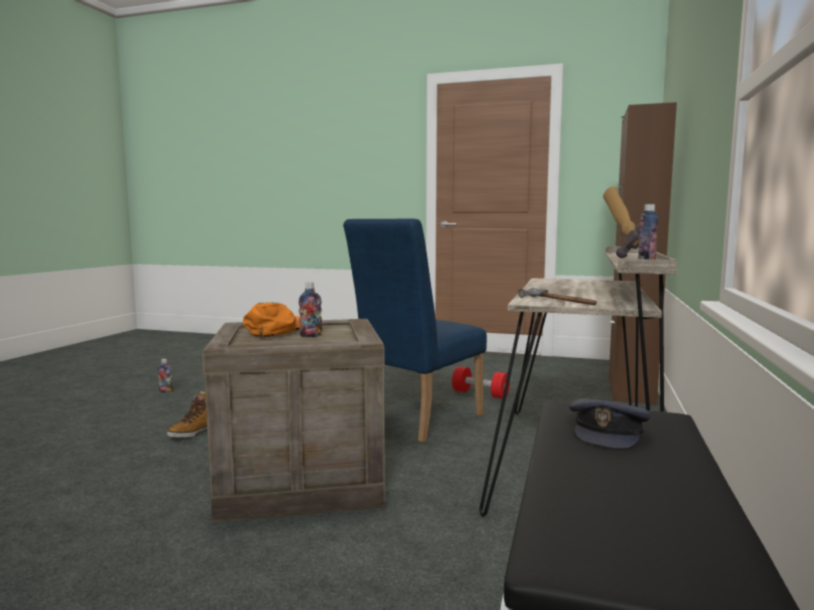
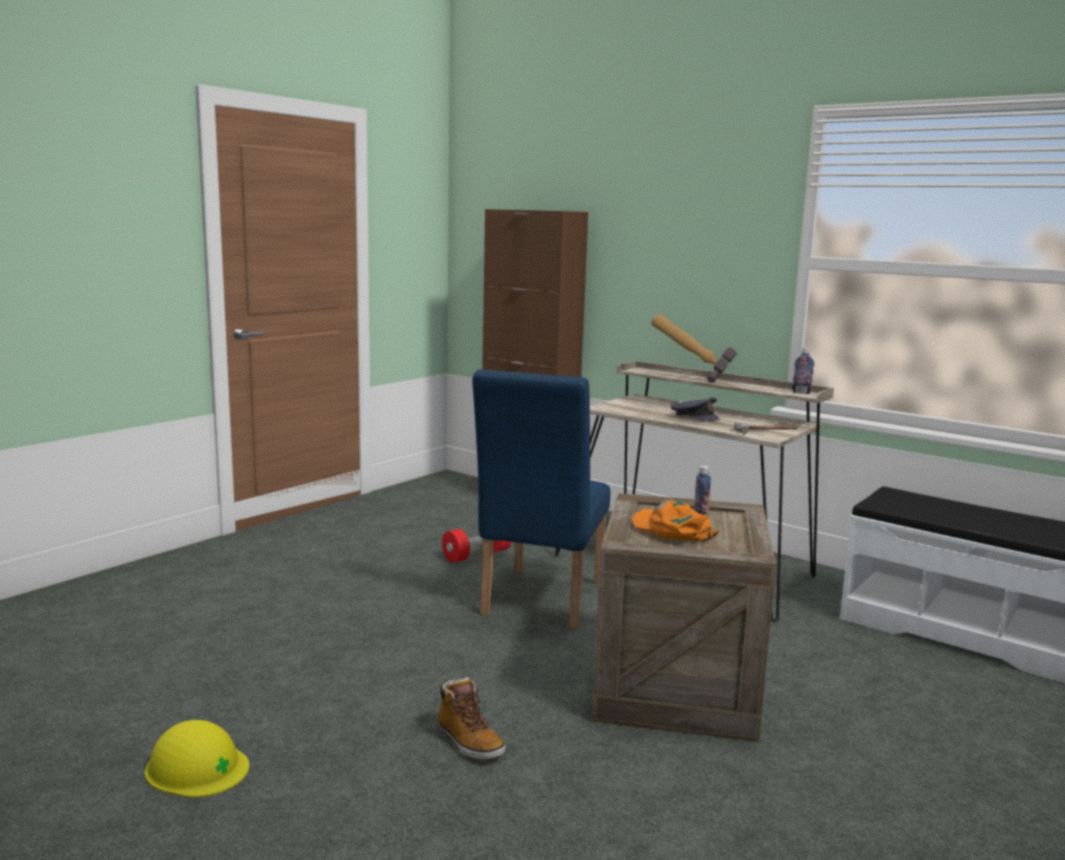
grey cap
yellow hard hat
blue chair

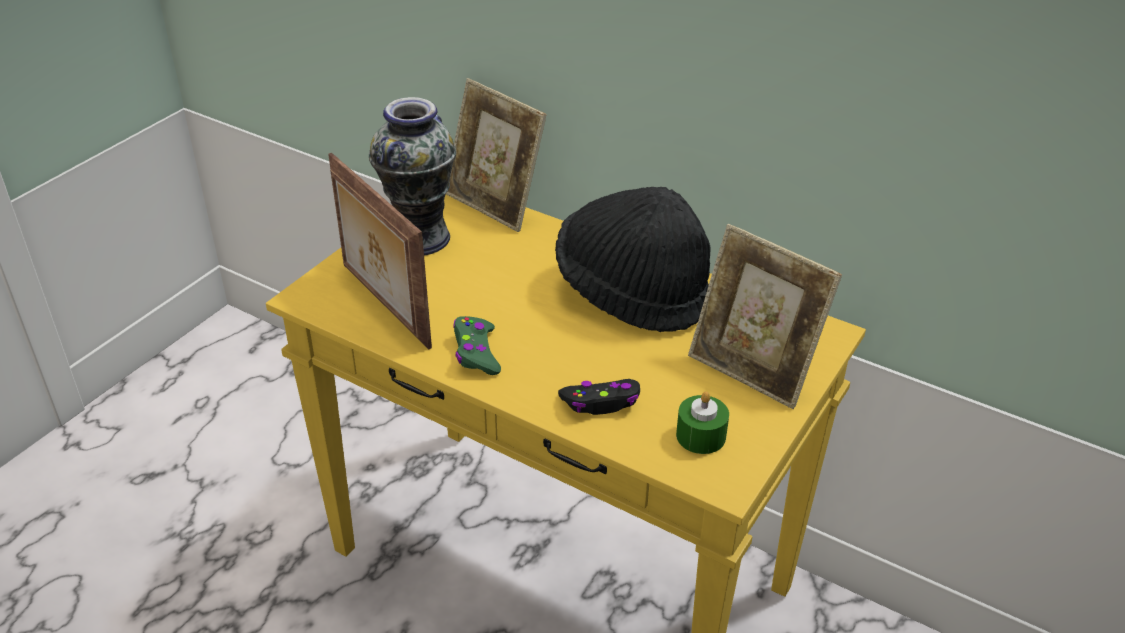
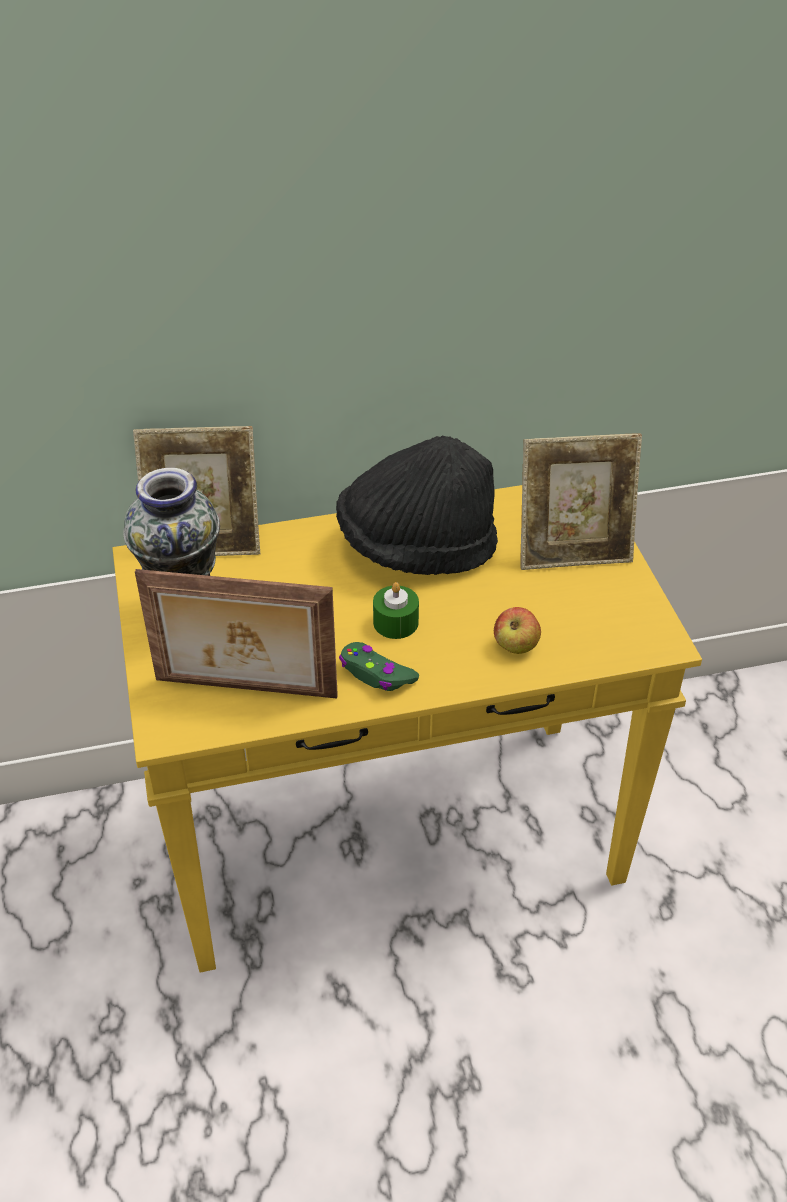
green candle
apple

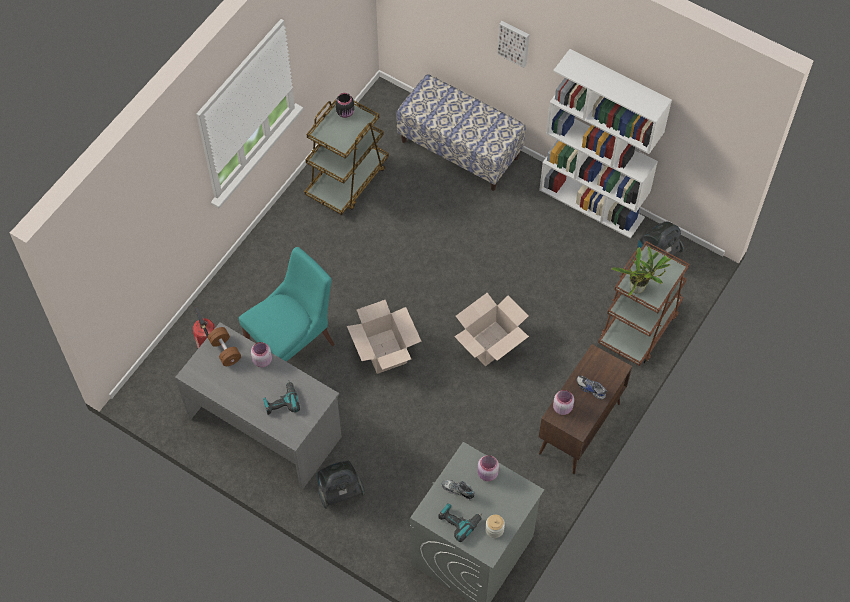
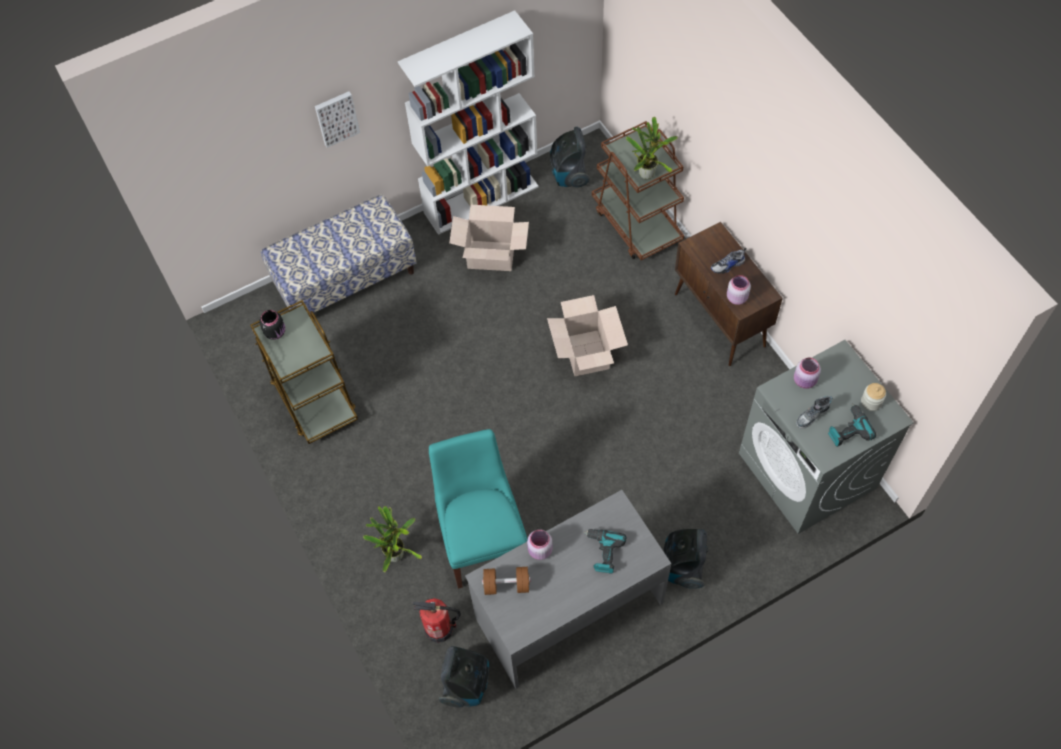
potted plant (no. 1 from left)
vacuum cleaner (no. 1 from left)
cardboard box (no. 1 from left)

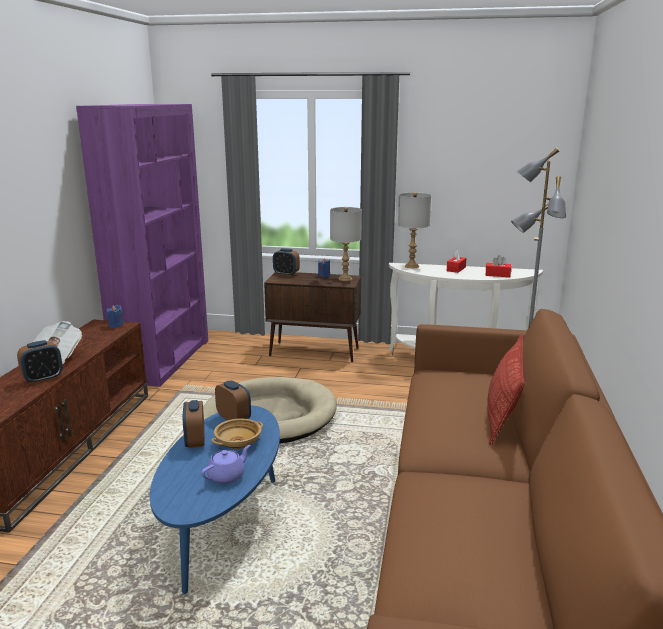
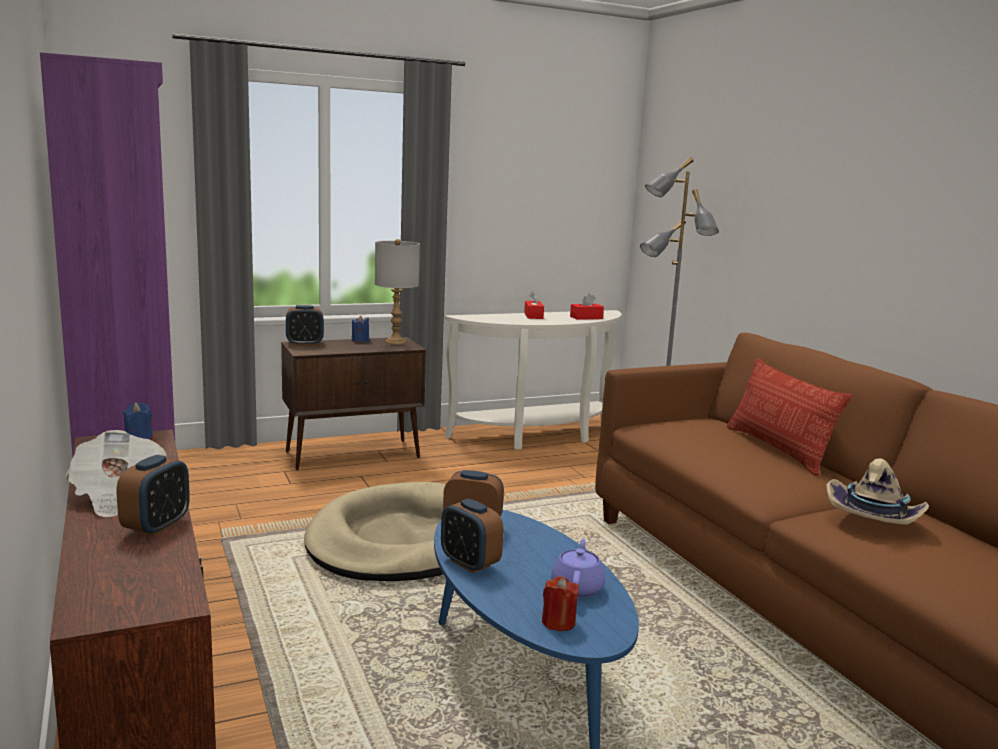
beige bowl
grey table lamp (no. 2 from left in the first image)
red candle
beige hat

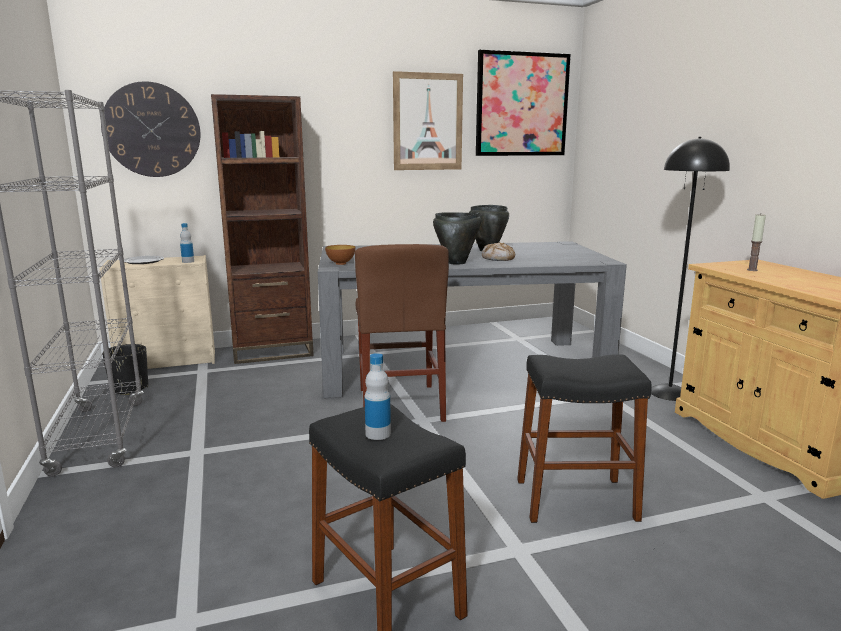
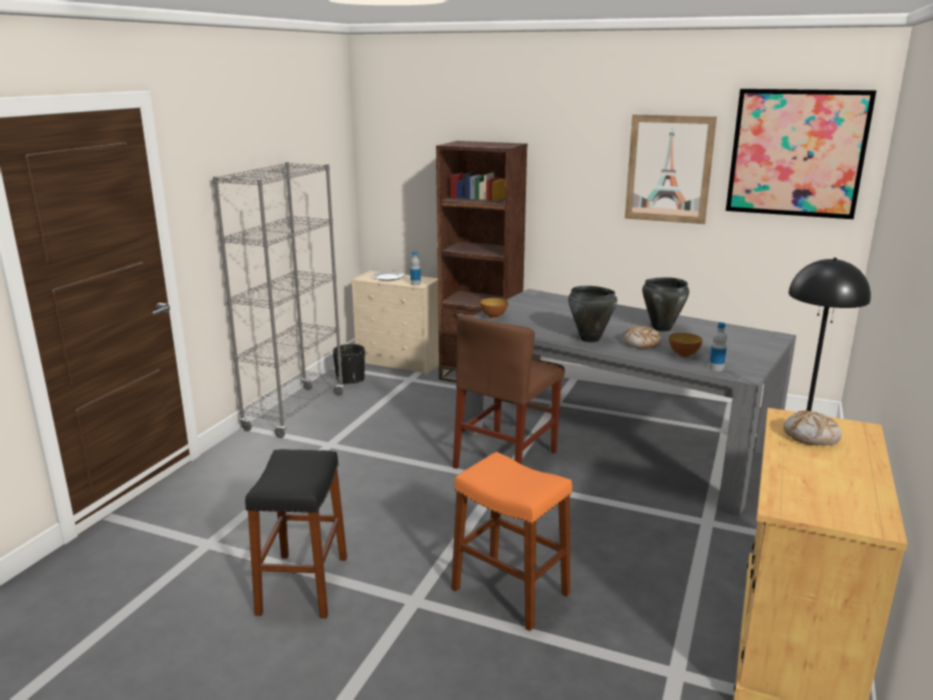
wall clock
bowl (no. 2 from left)
bottle (no. 2 from left)
bread (no. 2 from left)
orange stool

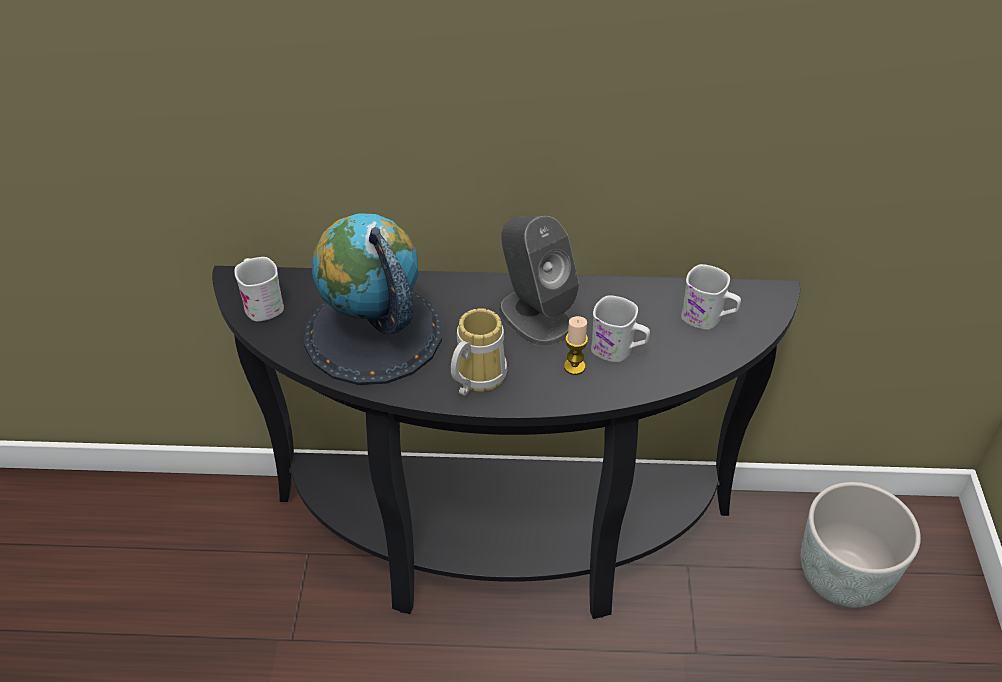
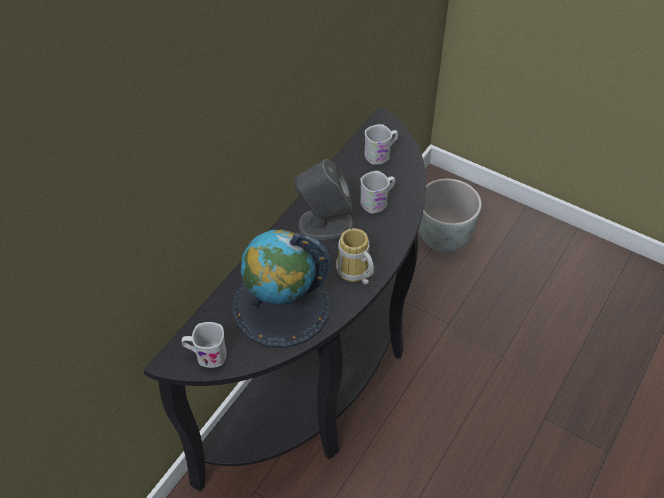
candle

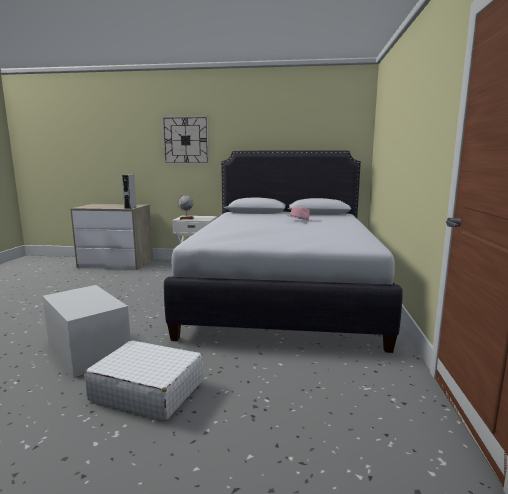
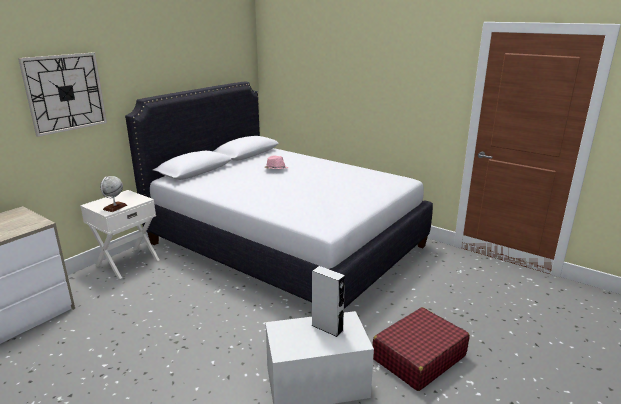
grey speaker
red suitcase

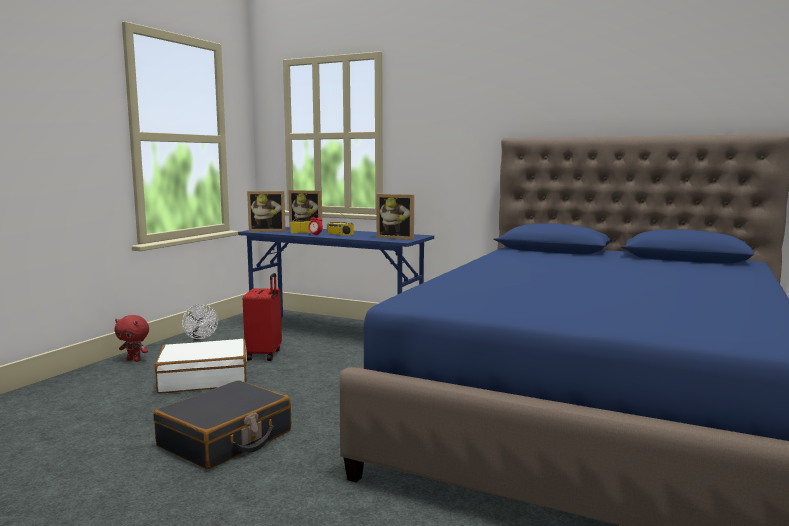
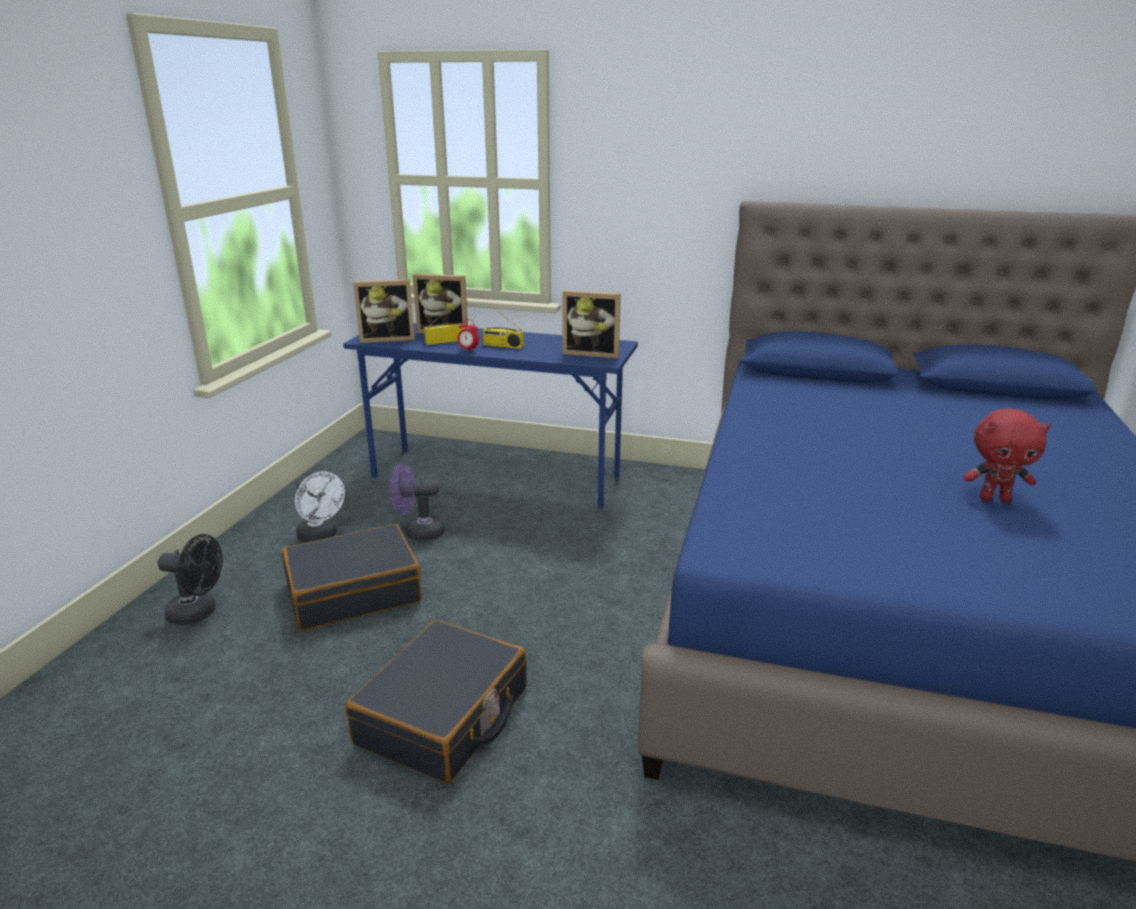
black fan
red plush toy
purple fan
black suitcase (no. 1 from left)

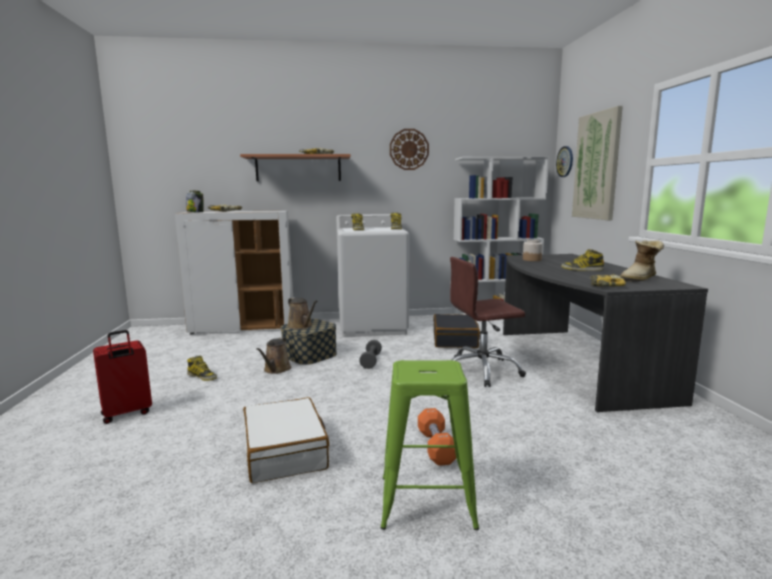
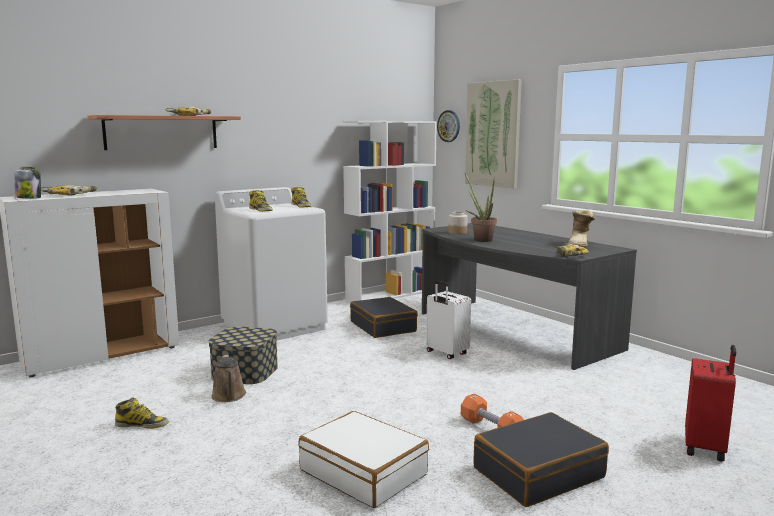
brown watering can (no. 2 from left in the first image)
grey dumbbell
wall clock (no. 1 from left in the first image)
boot (no. 4 from left in the first image)
potted plant
red suitcase
black suitcase (no. 2 from left)
white suitcase (no. 2 from left)

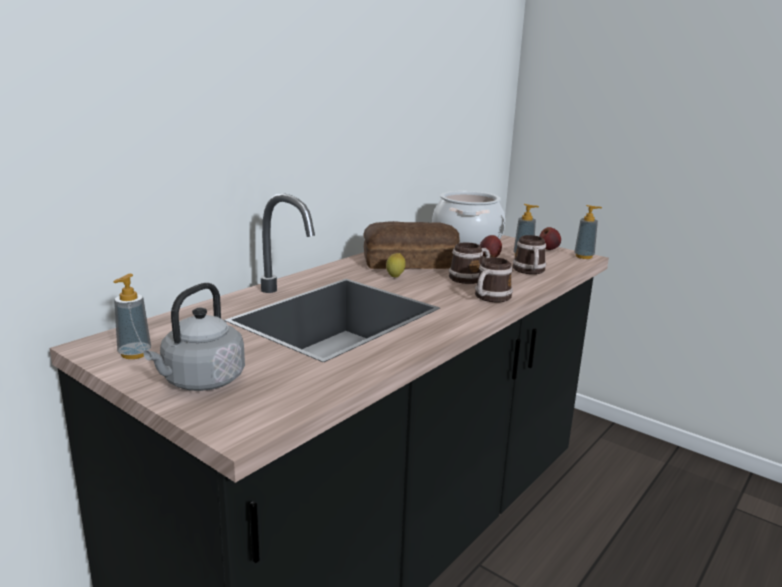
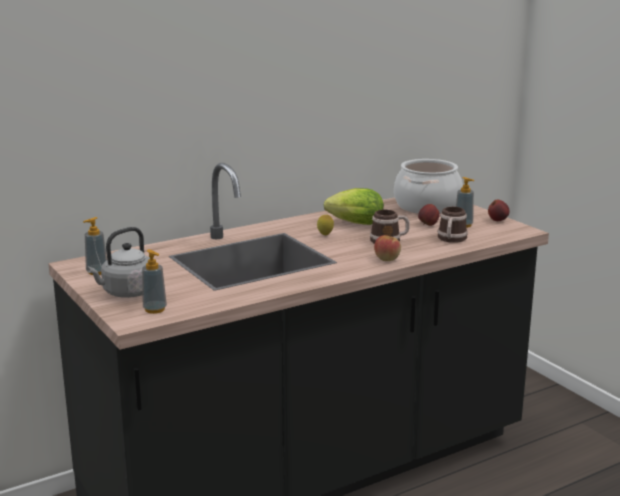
soap dispenser (no. 2 from left)
lettuce
apple (no. 1 from left)

